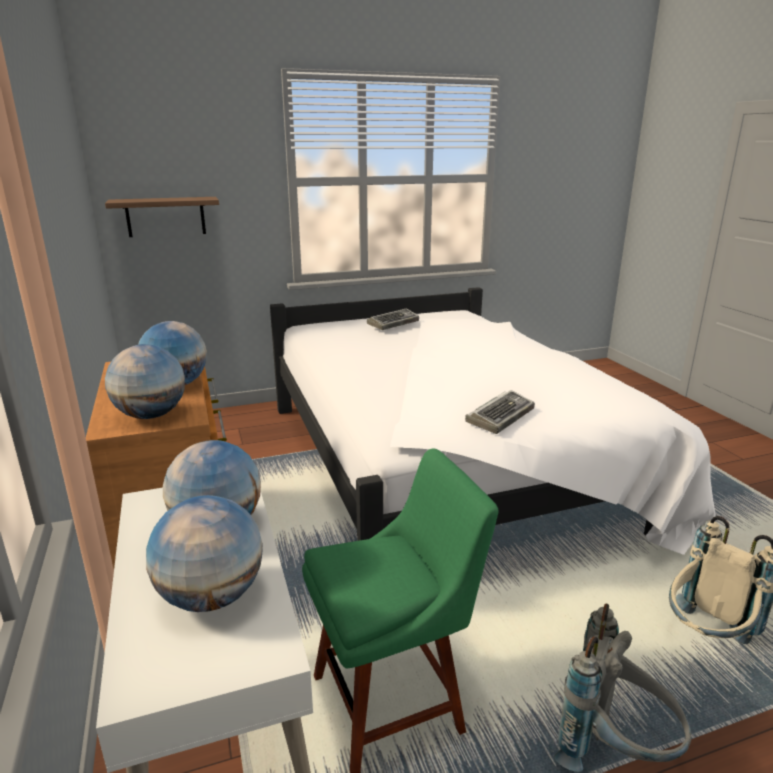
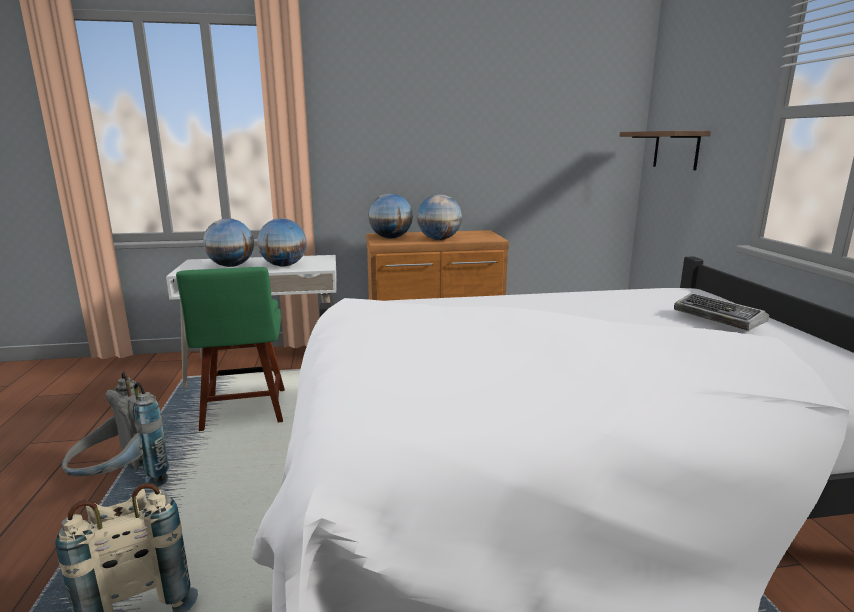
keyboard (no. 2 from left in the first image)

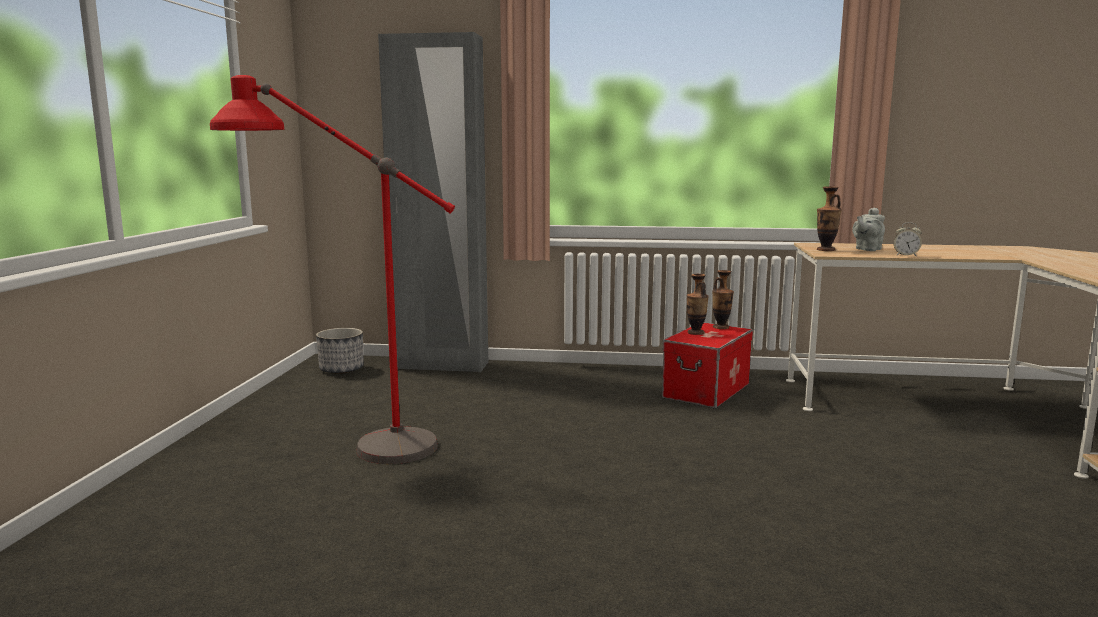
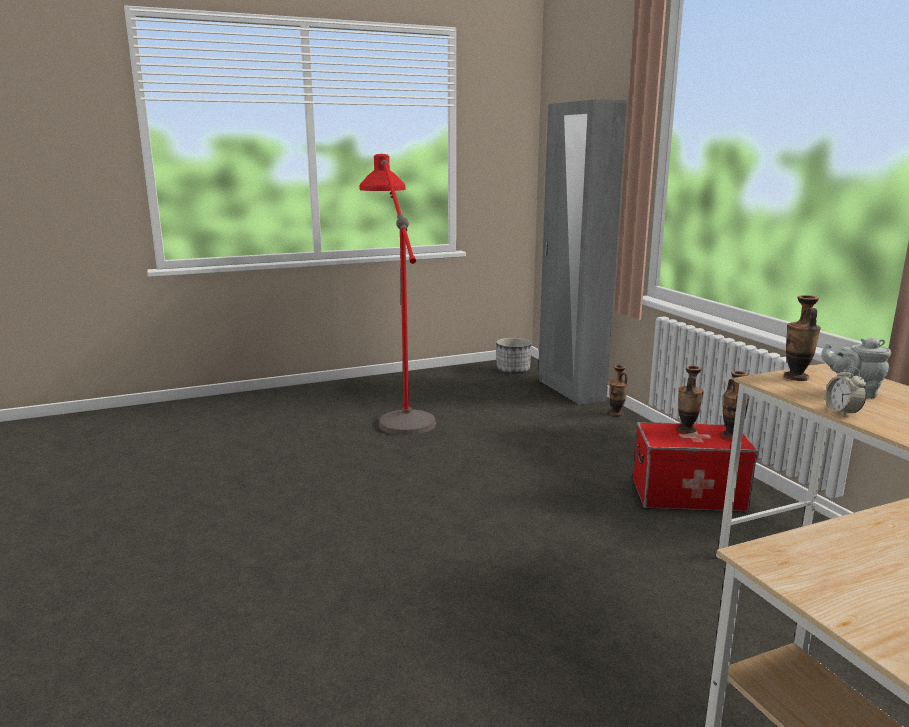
vase (no. 1 from left)

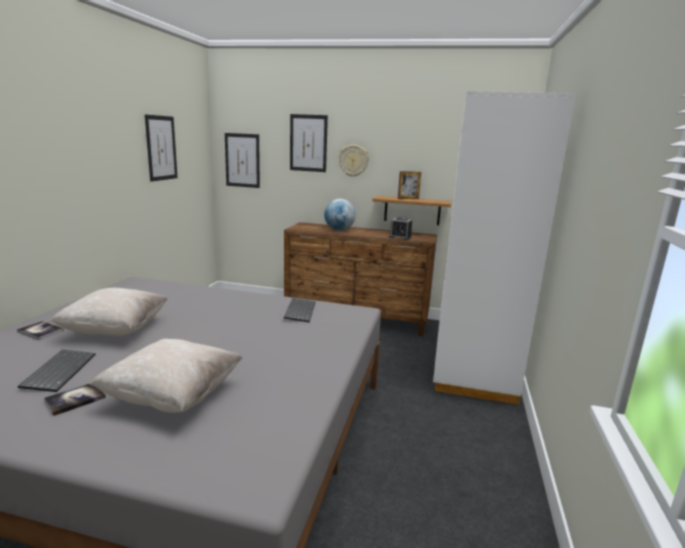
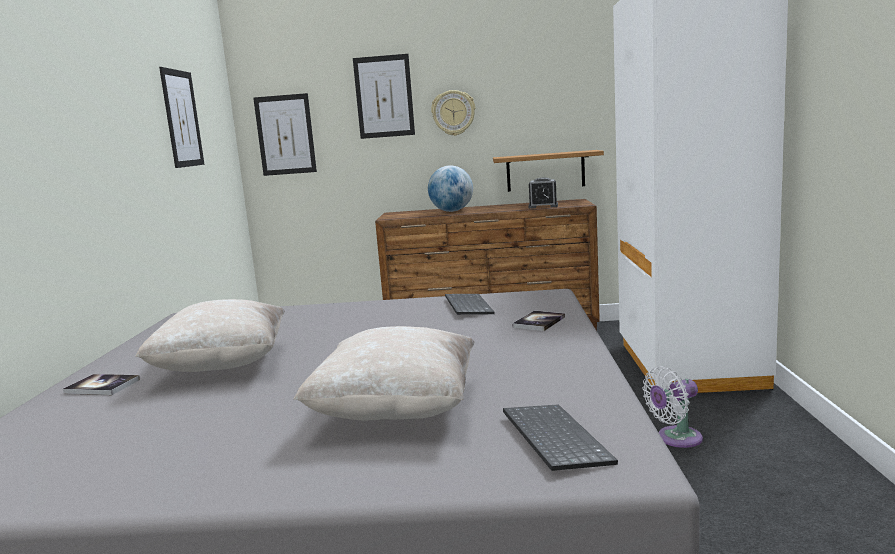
picture frame
white fan
keyboard (no. 2 from left)
book (no. 2 from left)

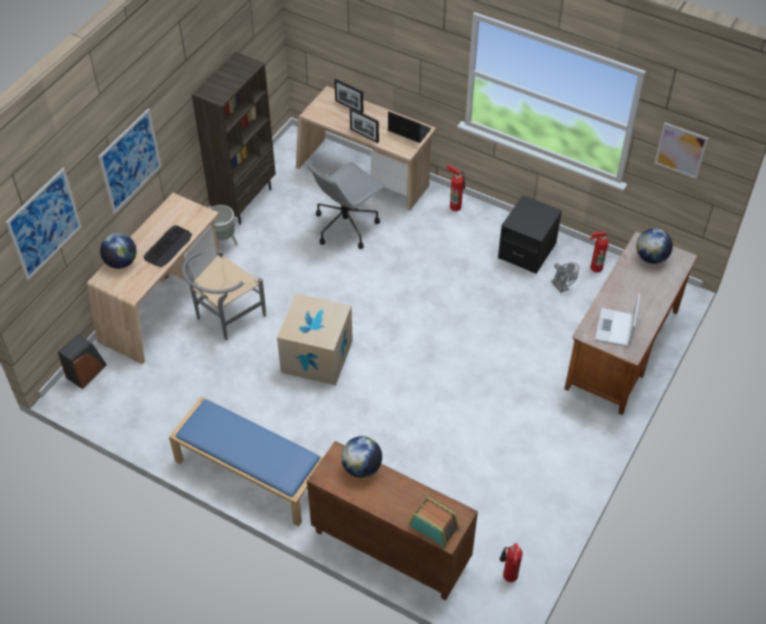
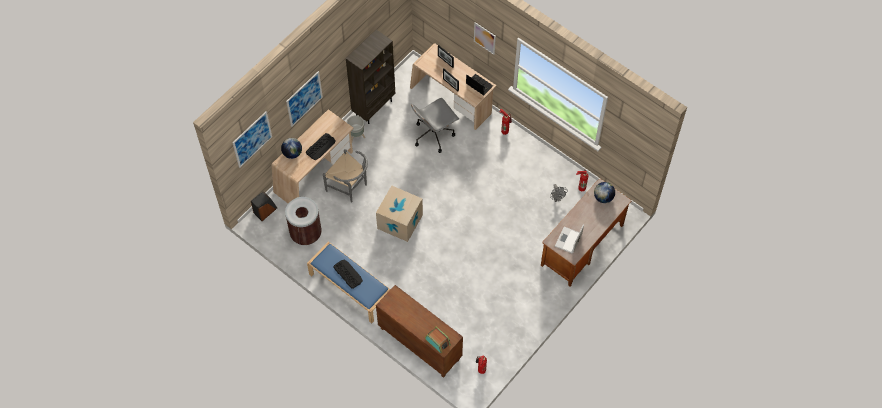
globe (no. 2 from left in the first image)
black nightstand
brown trash can
keyboard (no. 2 from left)
picture (no. 3 from left)
grey chair

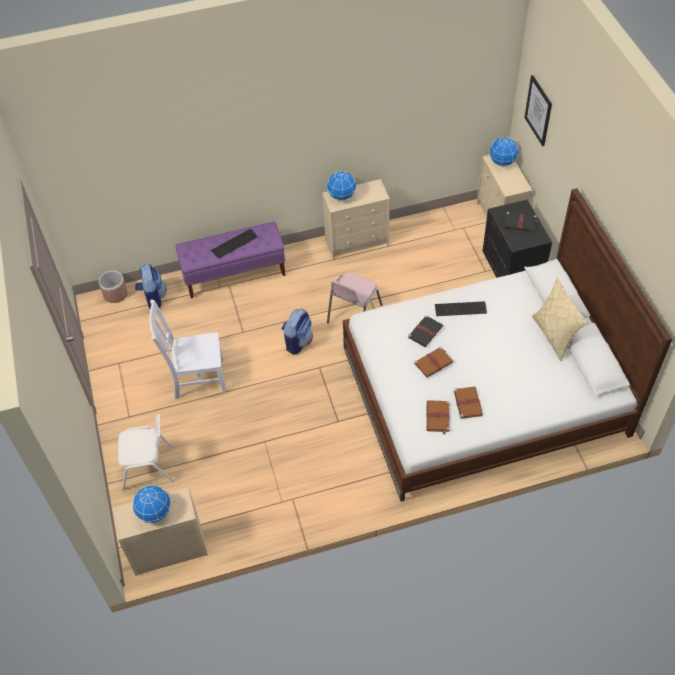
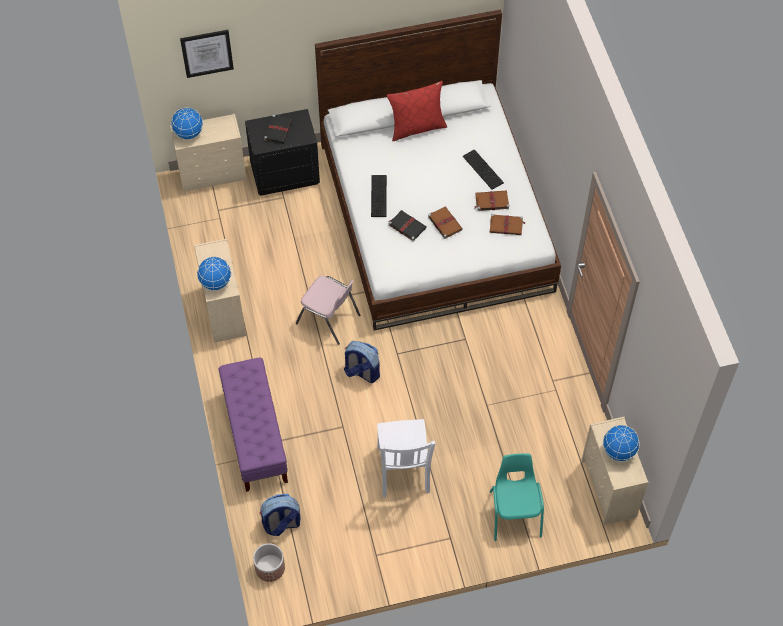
keyboard (no. 2 from left)
turquoise chair
red pillow

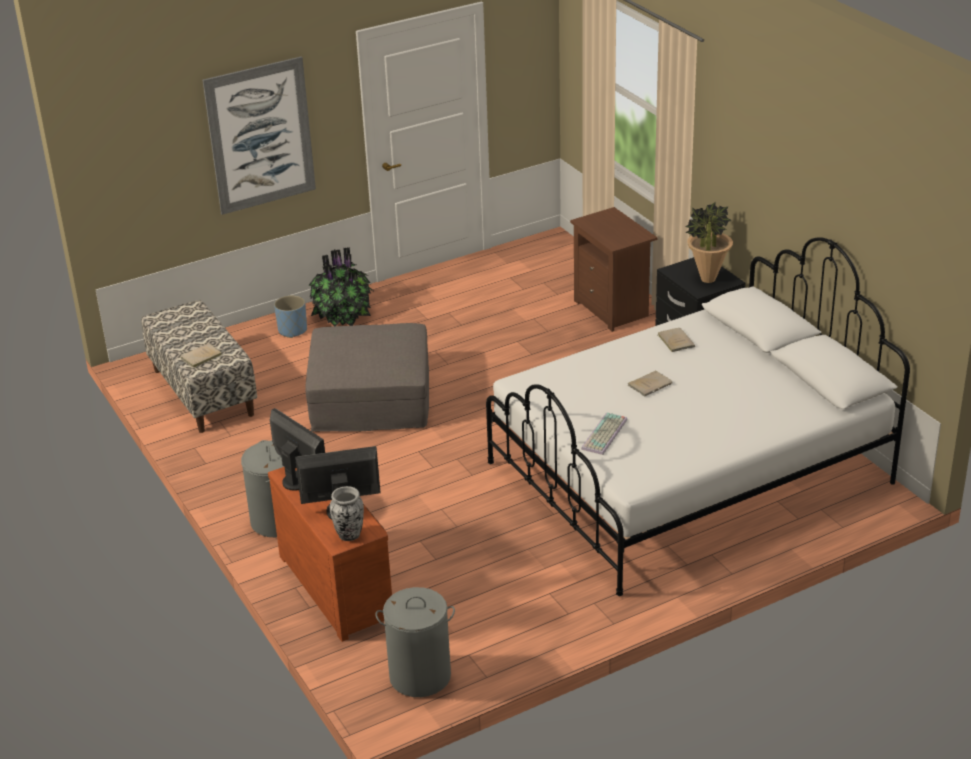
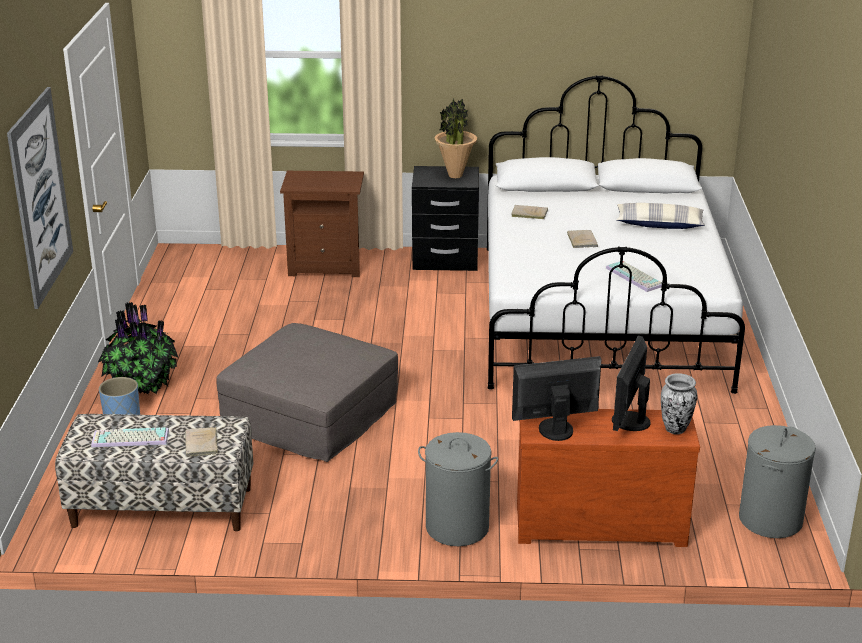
keyboard (no. 1 from left)
pillow

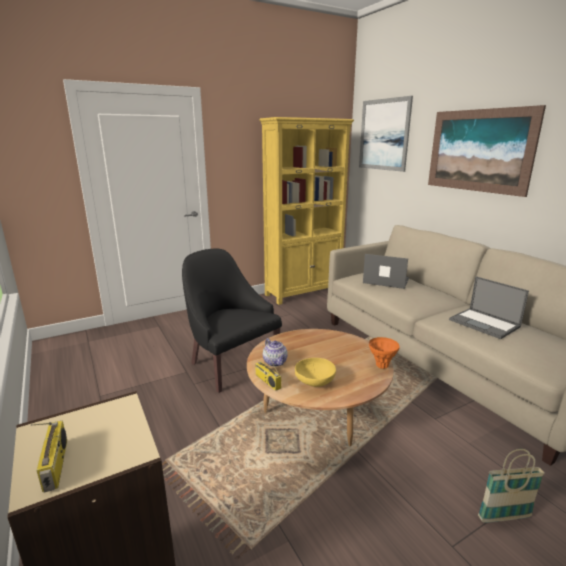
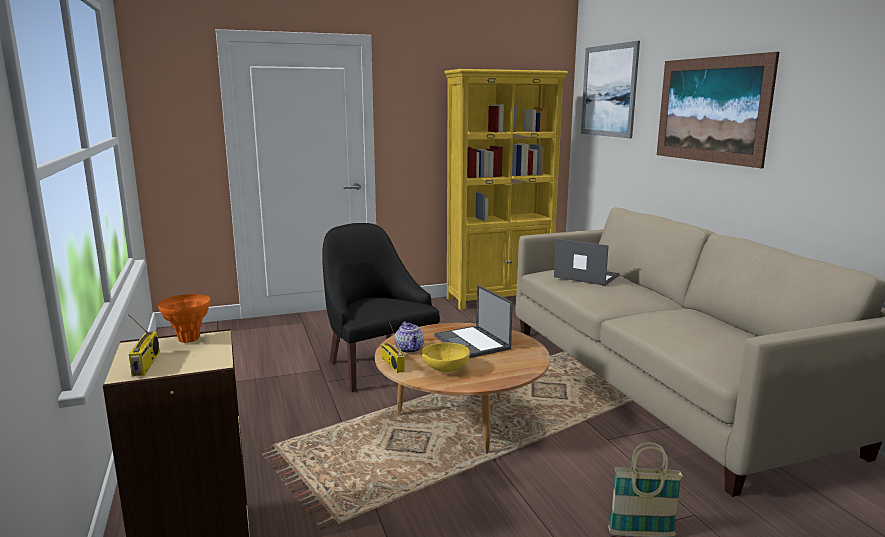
orange vase
laptop (no. 1 from left)

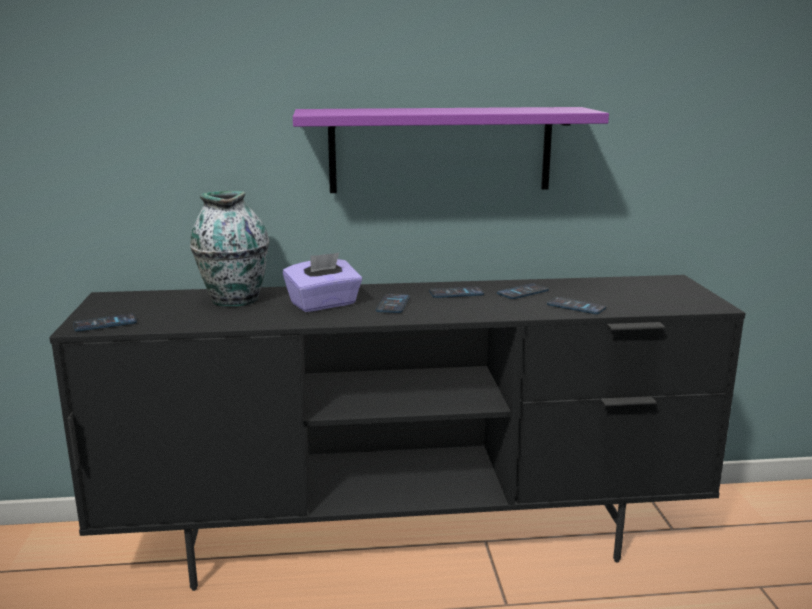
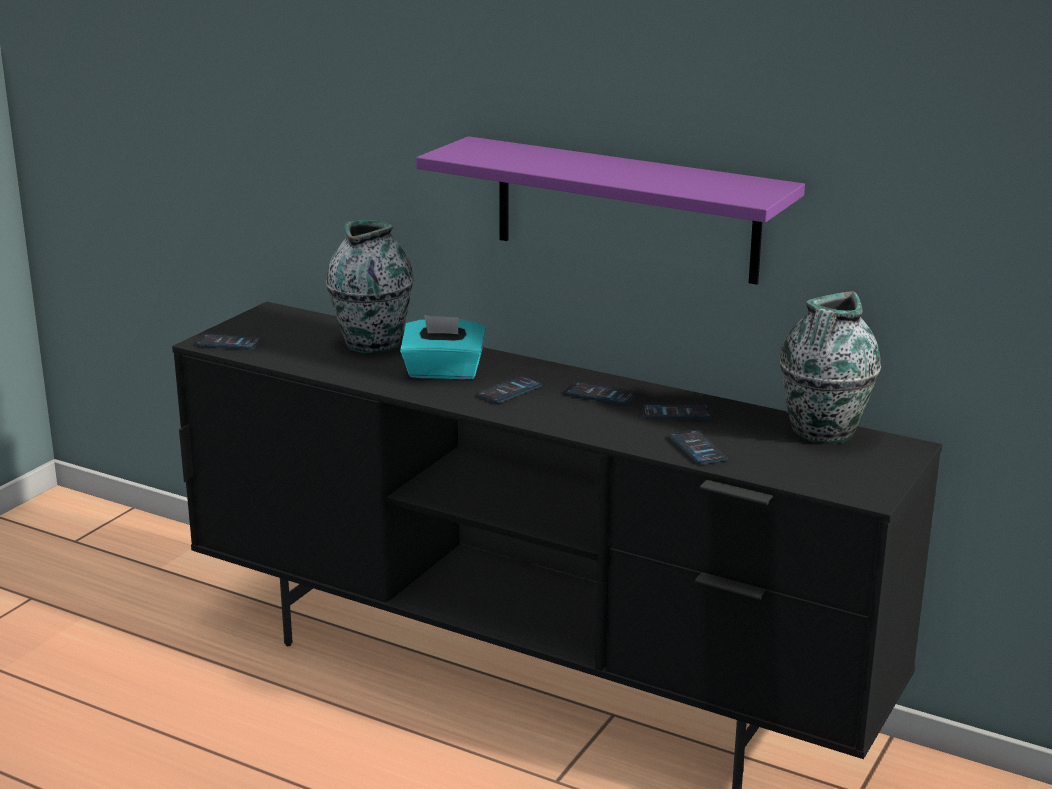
vase (no. 2 from left)
turquoise tissue box

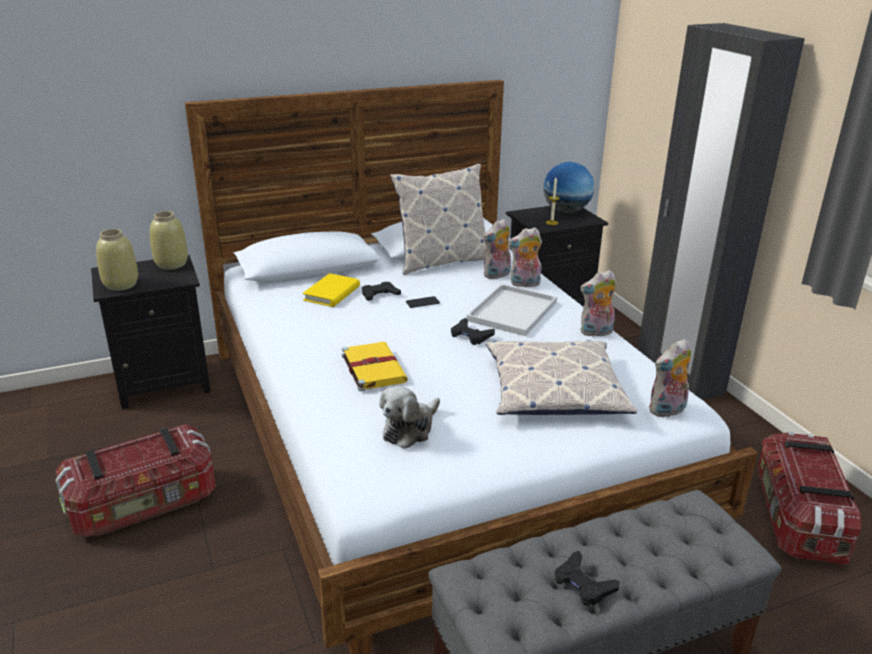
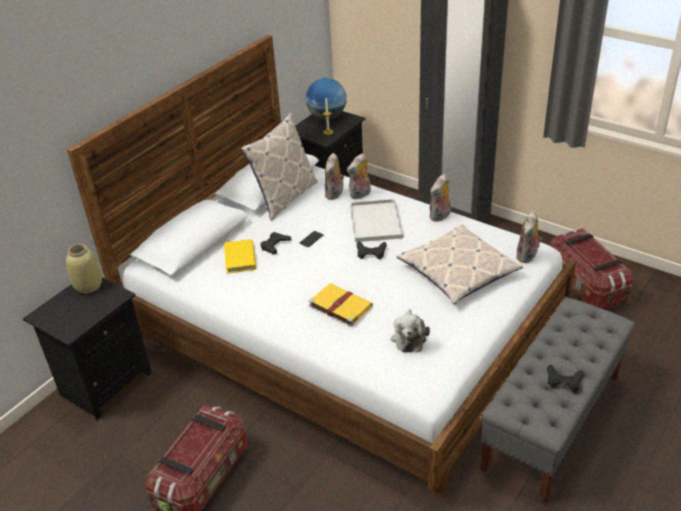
beige vase (no. 1 from left in the first image)

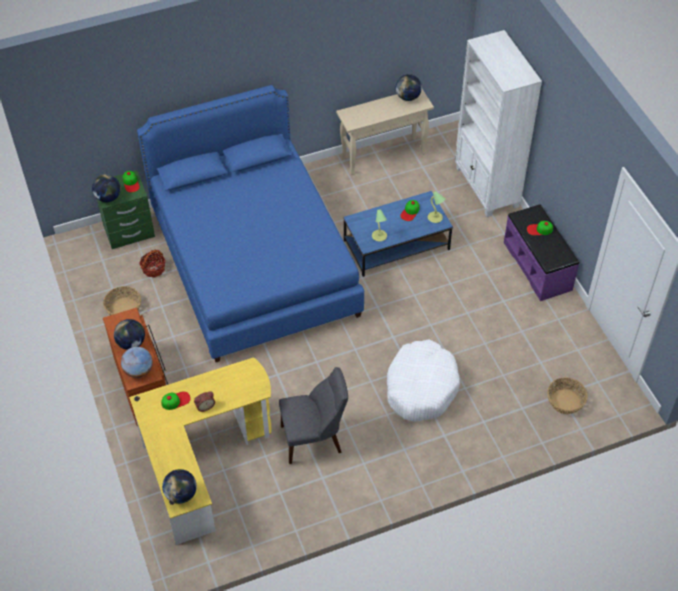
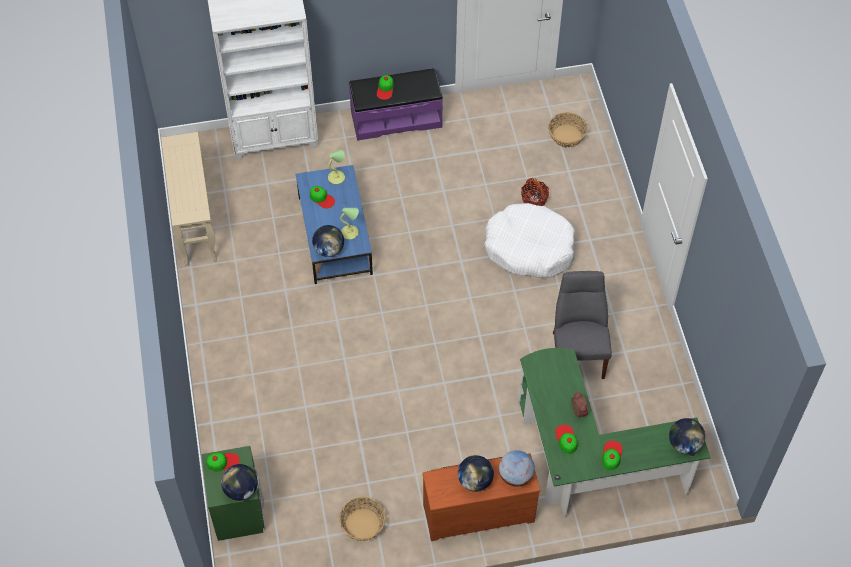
blue bed
cap (no. 5 from left)
basket (no. 2 from left)
globe (no. 2 from left)
green desk

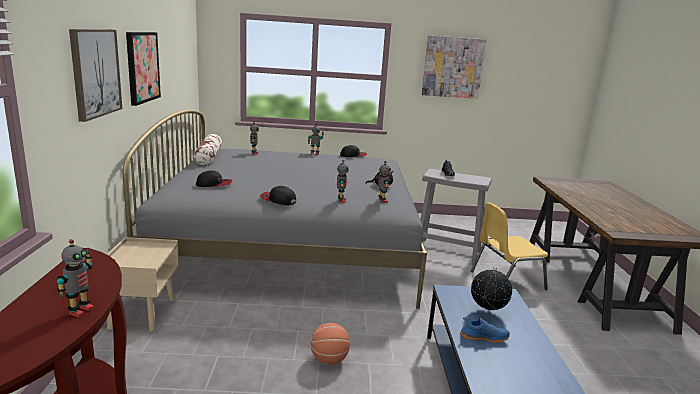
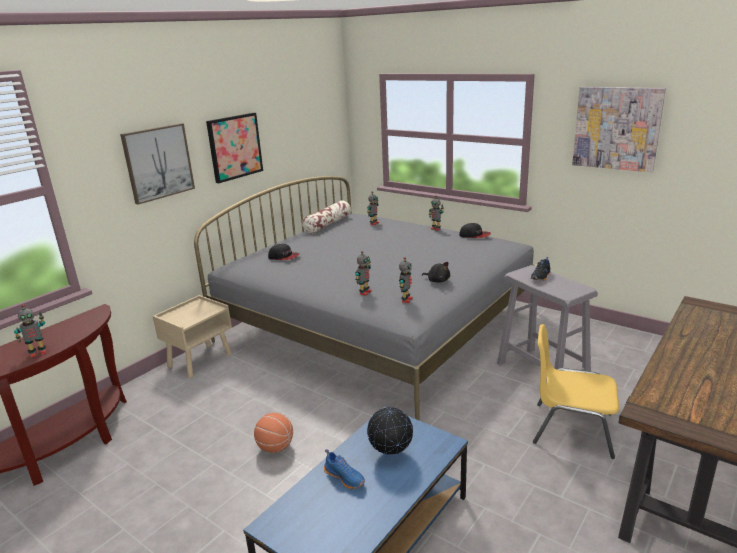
cap (no. 2 from left in the first image)

